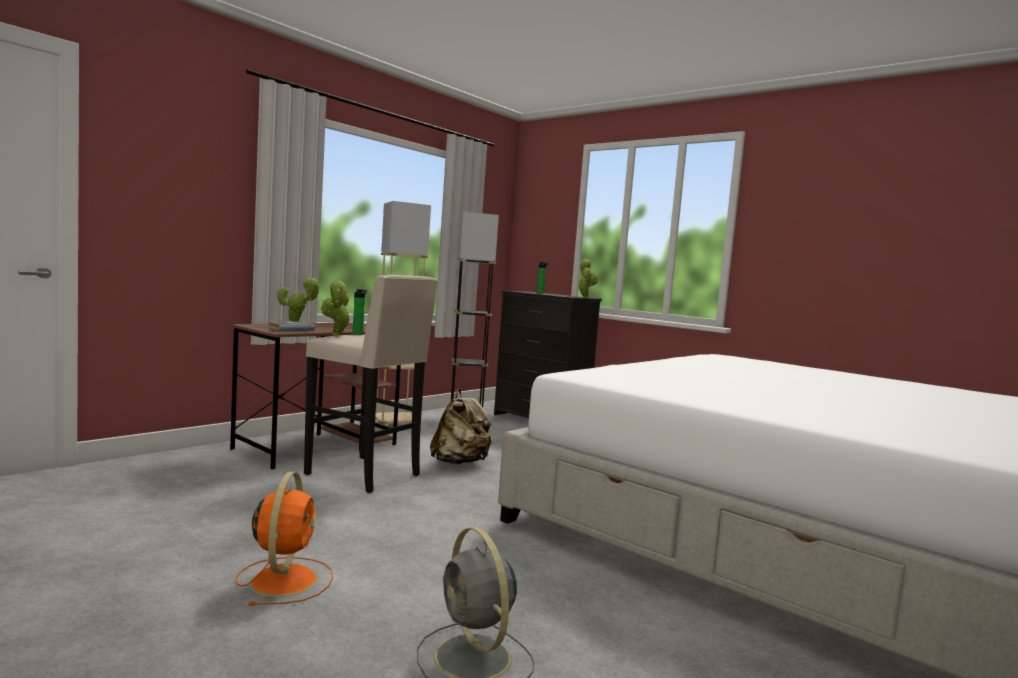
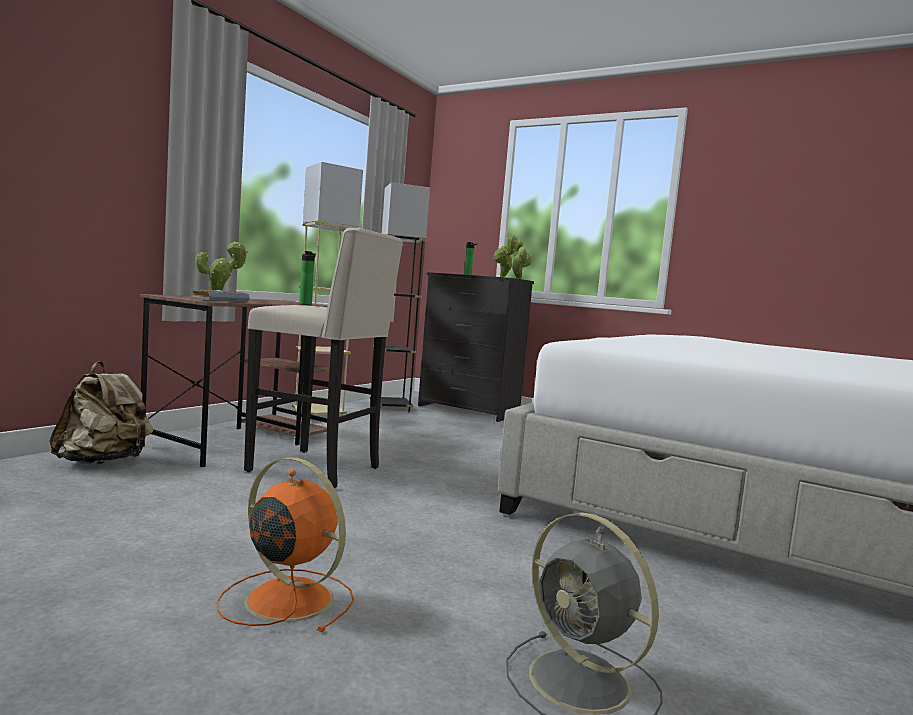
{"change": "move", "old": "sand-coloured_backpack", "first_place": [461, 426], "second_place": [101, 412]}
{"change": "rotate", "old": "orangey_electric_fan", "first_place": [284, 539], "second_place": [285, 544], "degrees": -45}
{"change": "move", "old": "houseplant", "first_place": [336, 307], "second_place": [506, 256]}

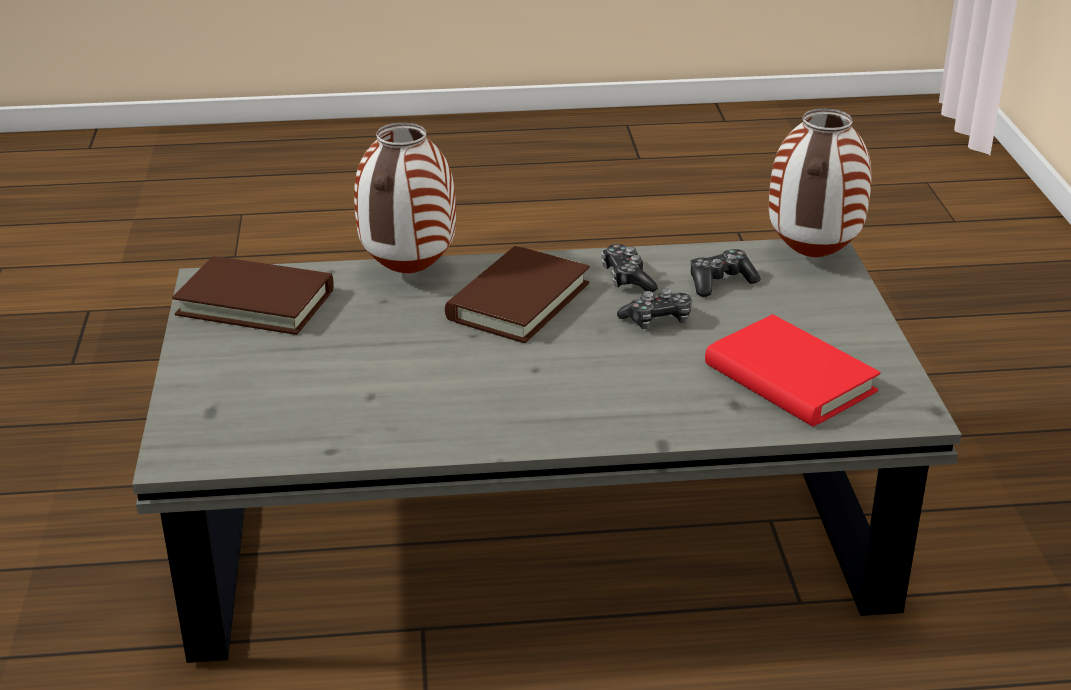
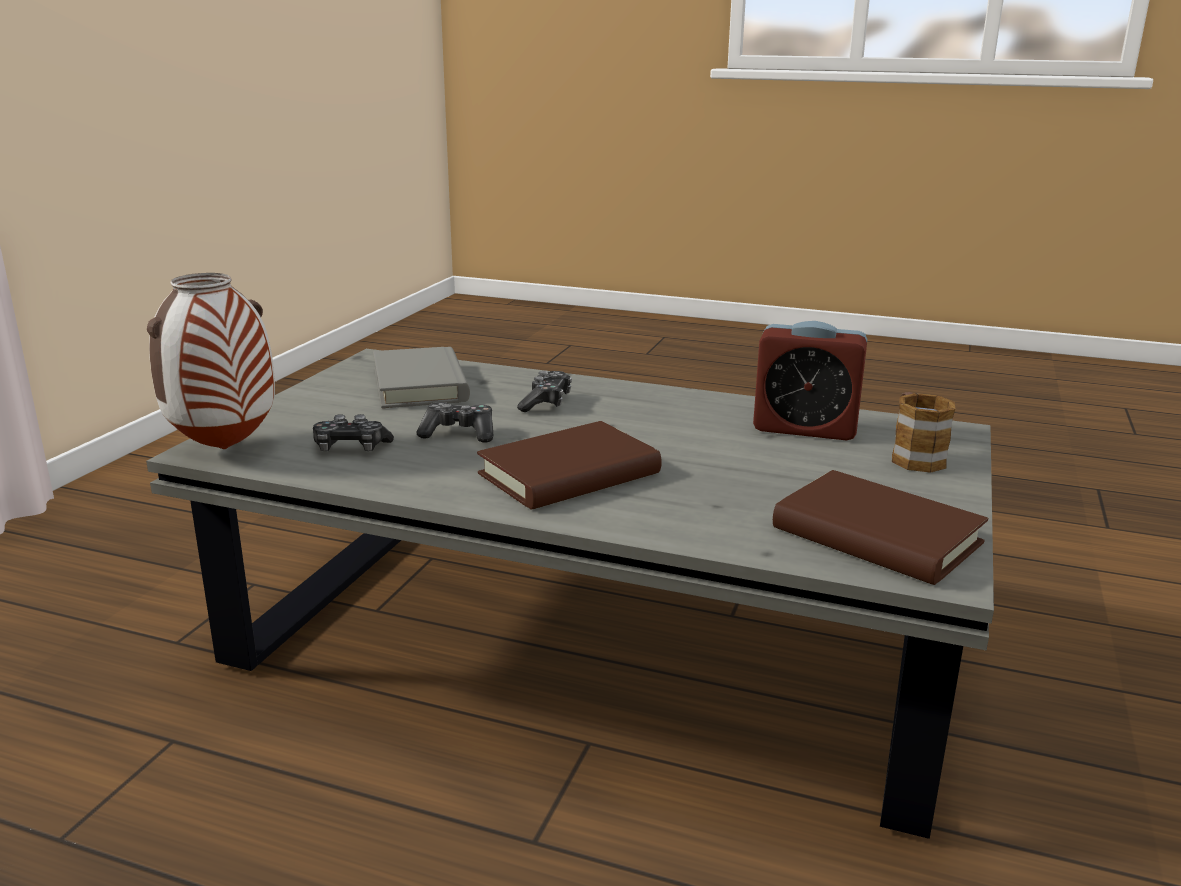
{"change": "recolor", "old": "reddish_book", "new": "grey_book", "first_place": [793, 370], "second_place": [421, 377]}
{"change": "move", "old": "gamepad", "first_place": [629, 268], "second_place": [544, 391]}
{"change": "insert", "new": "bedside_clock", "second_place": [810, 380]}
{"change": "insert", "new": "tea_mug", "second_place": [923, 432]}
{"change": "delete", "old": "decorative_vase", "first_place": [405, 197]}

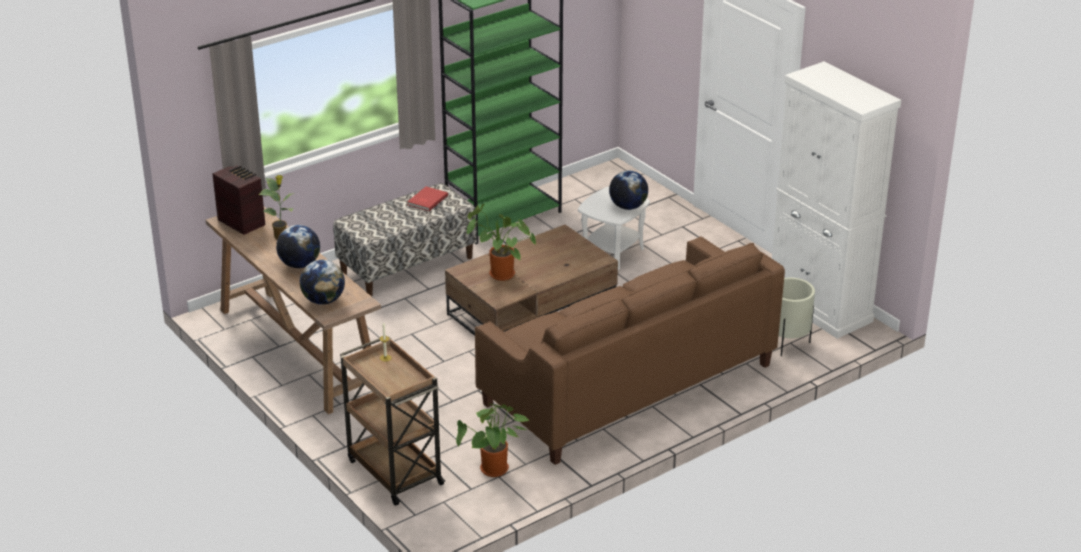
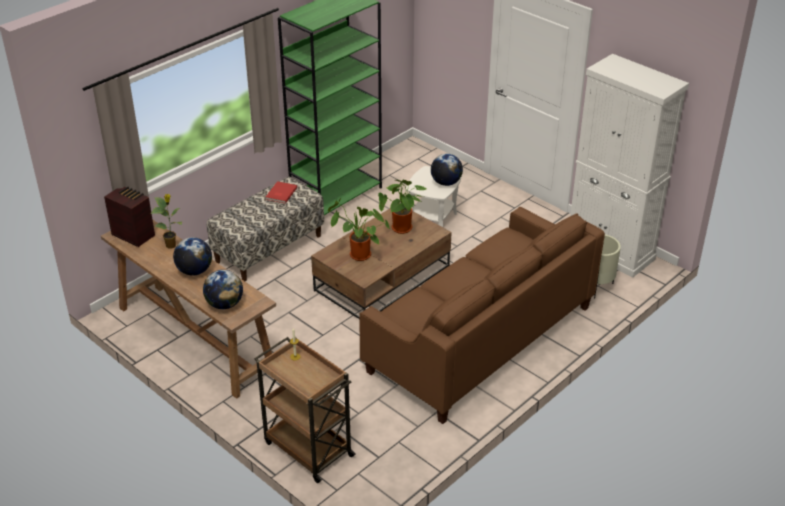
{"change": "move", "old": "houseplant", "first_place": [493, 440], "second_place": [402, 206]}

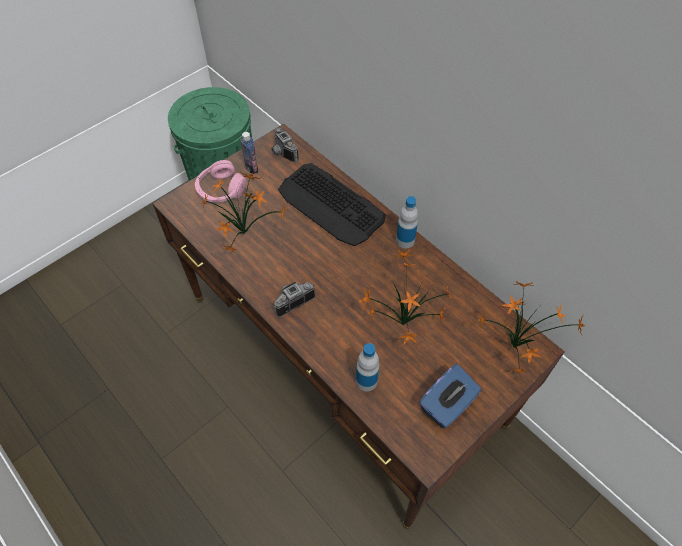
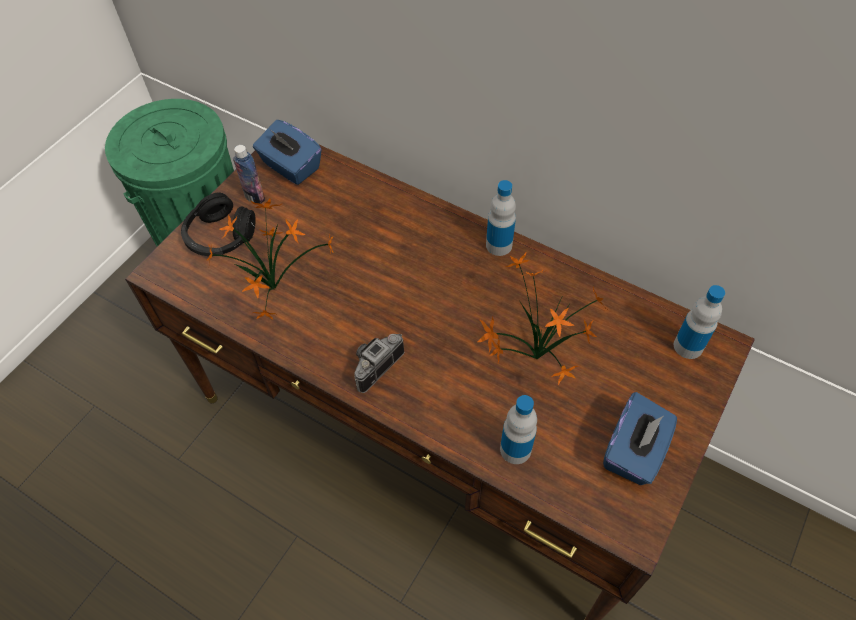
{"change": "recolor", "old": "pink-coloured_pair_of_headphones", "new": "black_pair_of_headphones", "first_place": [221, 181], "second_place": [218, 224]}
{"change": "replace", "old": "photo_camera", "new": "bluish_box_of_tissues", "first_place": [285, 145], "second_place": [287, 152]}
{"change": "replace", "old": "houseplant", "new": "drink_bottle", "first_place": [531, 328], "second_place": [699, 322]}
{"change": "delete", "old": "keyboard", "first_place": [332, 204]}

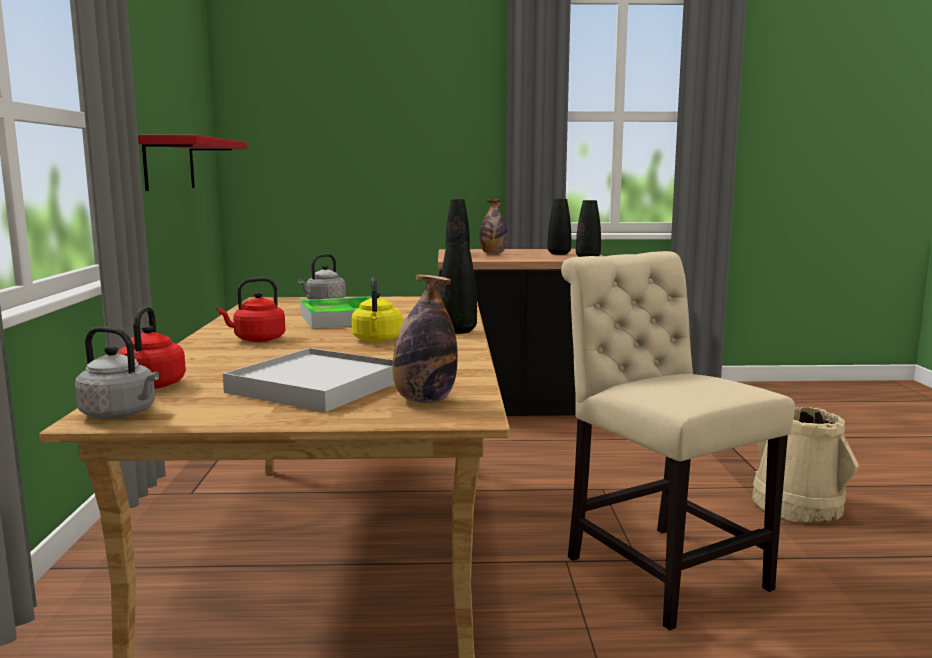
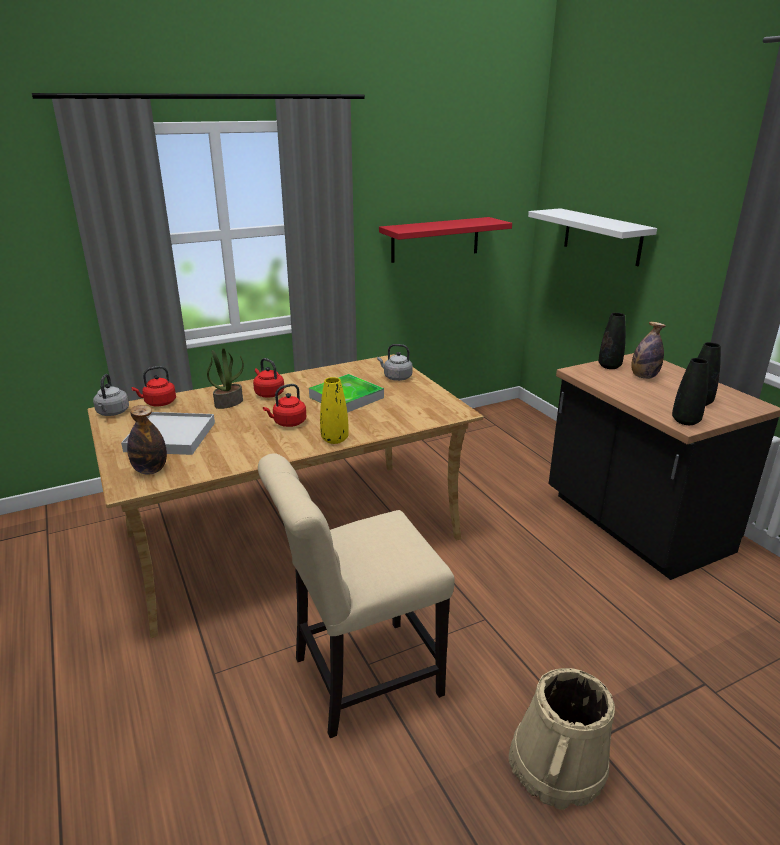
{"change": "insert", "new": "houseplant", "second_place": [225, 378]}
{"change": "rotate", "old": "sand-coloured_chair", "first_place": [678, 440], "second_place": [356, 595], "degrees": -150}
{"change": "recolor", "old": "yellow-coloured_water_kettle", "new": "reddish_water_kettle", "first_place": [377, 309], "second_place": [284, 405]}
{"change": "recolor", "old": "black_decorative_vase", "new": "yellow-coloured_decorative_vase", "first_place": [458, 288], "second_place": [334, 410]}
{"change": "insert", "new": "whitish_bracket_shelf", "second_place": [592, 237]}

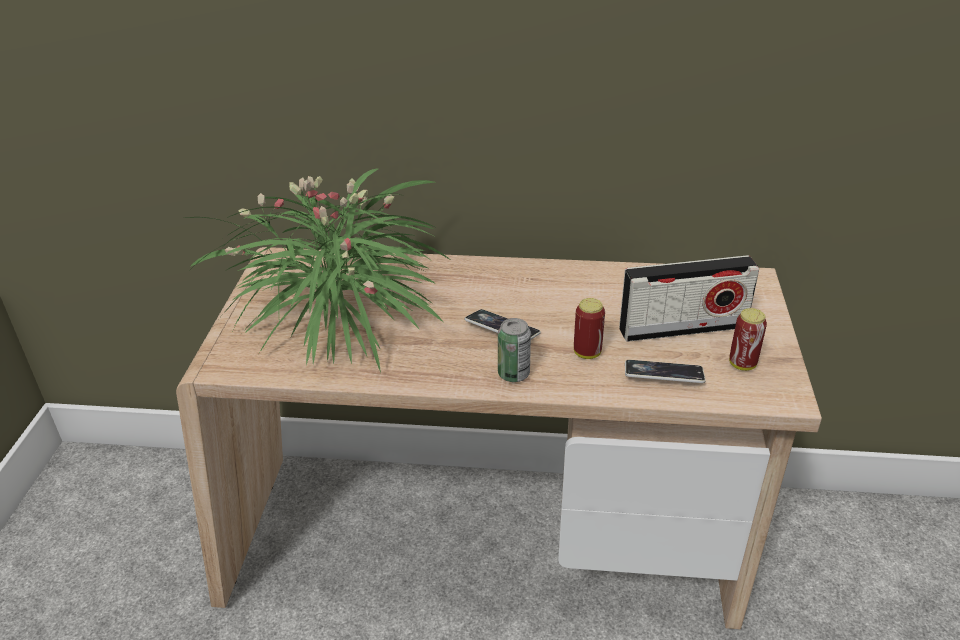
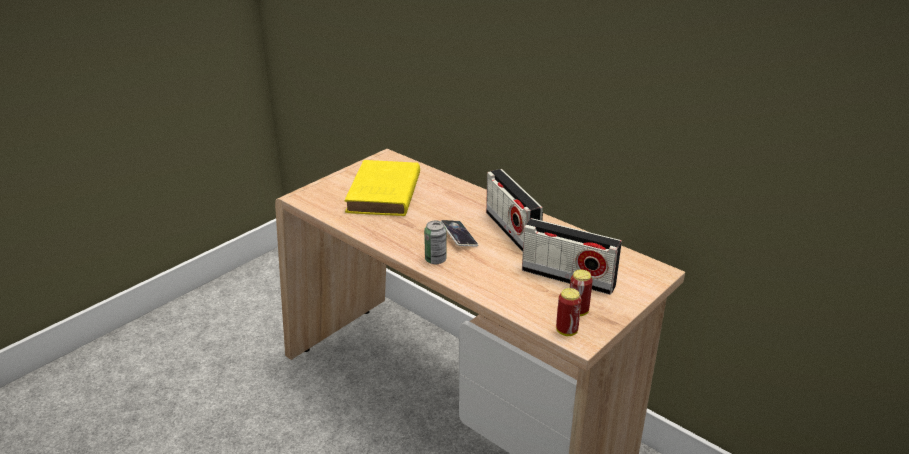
{"change": "replace", "old": "houseplant", "new": "yellow-coloured_book", "first_place": [317, 271], "second_place": [382, 188]}
{"change": "insert", "new": "radio", "second_place": [514, 210]}
{"change": "move", "old": "can", "first_place": [589, 328], "second_place": [569, 312]}
{"change": "delete", "old": "telephone", "first_place": [665, 371]}

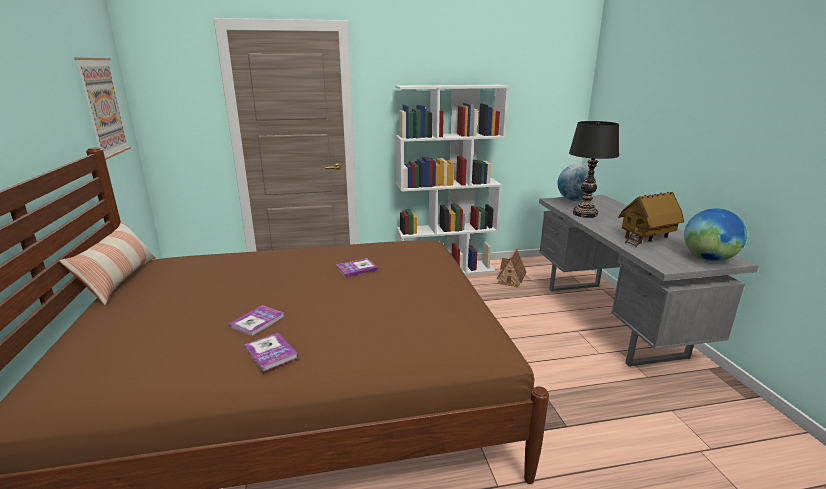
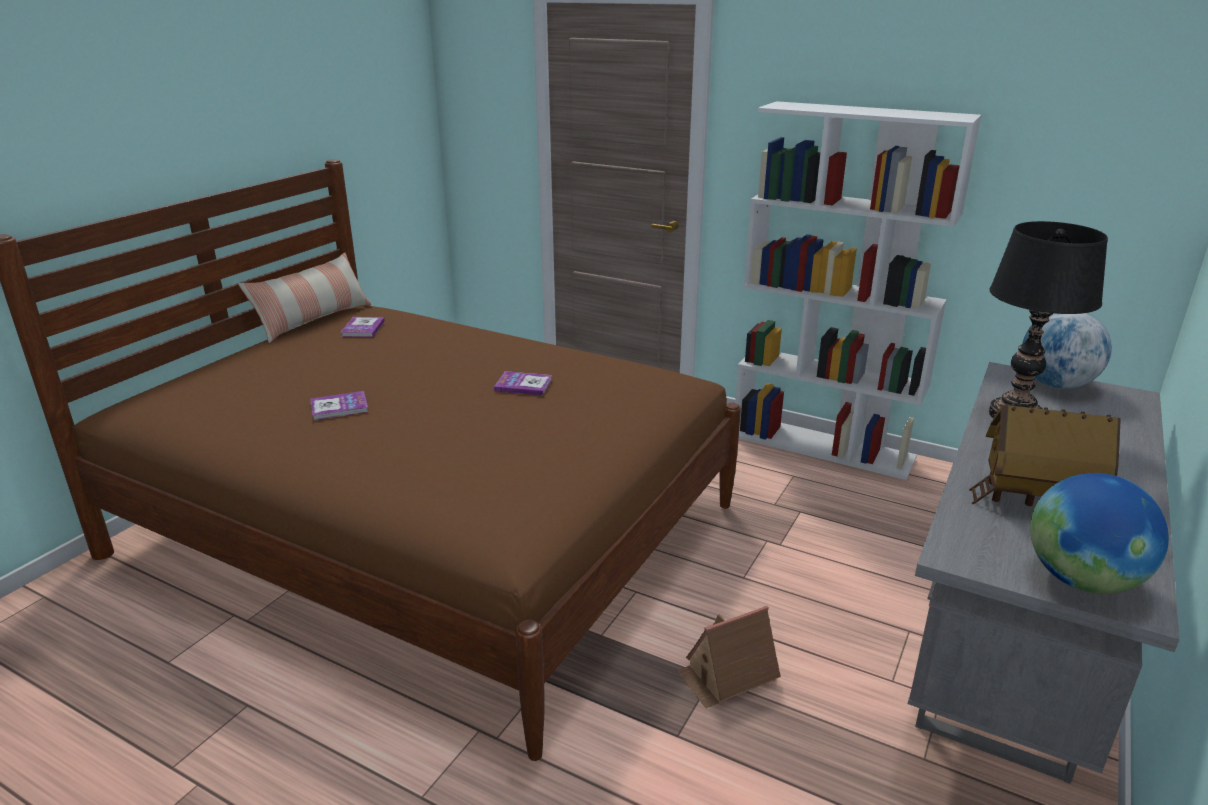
{"change": "move", "old": "book", "first_place": [271, 352], "second_place": [363, 327]}
{"change": "move", "old": "toy_house", "first_place": [511, 268], "second_place": [728, 657]}
{"change": "delete", "old": "picture", "first_place": [102, 109]}

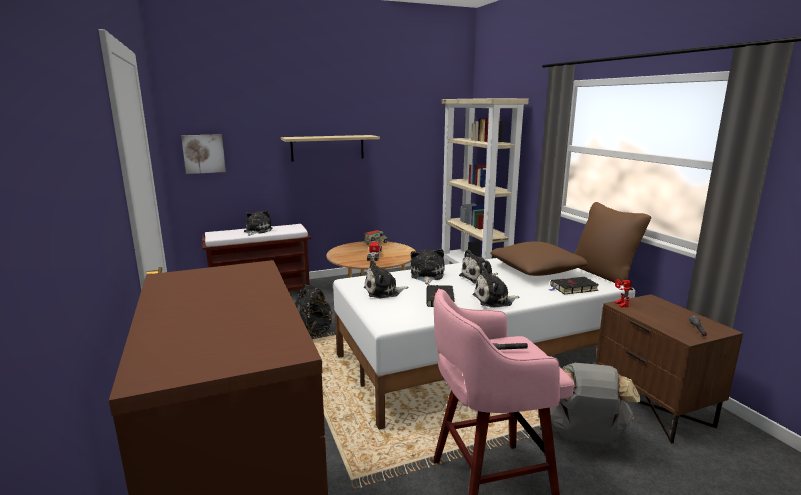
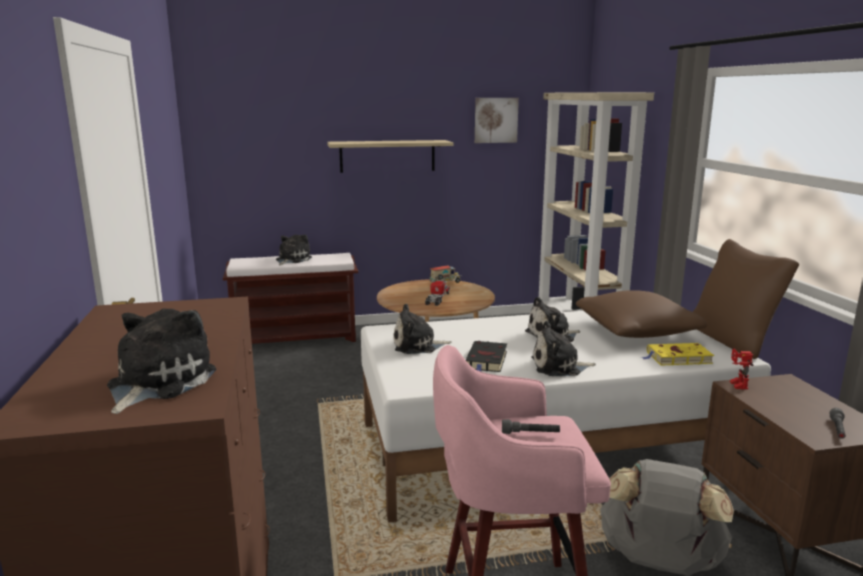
{"change": "move", "old": "plush_toy", "first_place": [428, 267], "second_place": [161, 361]}
{"change": "move", "old": "picture", "first_place": [203, 154], "second_place": [497, 120]}
{"change": "recolor", "old": "black_book", "new": "yellow-coloured_book", "first_place": [574, 285], "second_place": [677, 354]}
{"change": "delete", "old": "black_backpack", "first_place": [313, 309]}

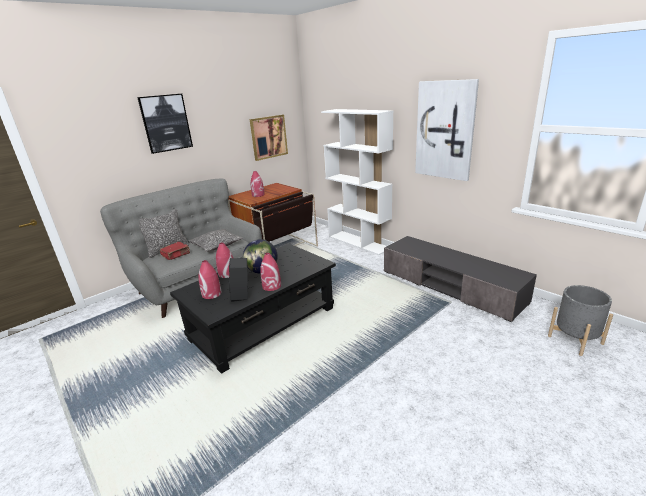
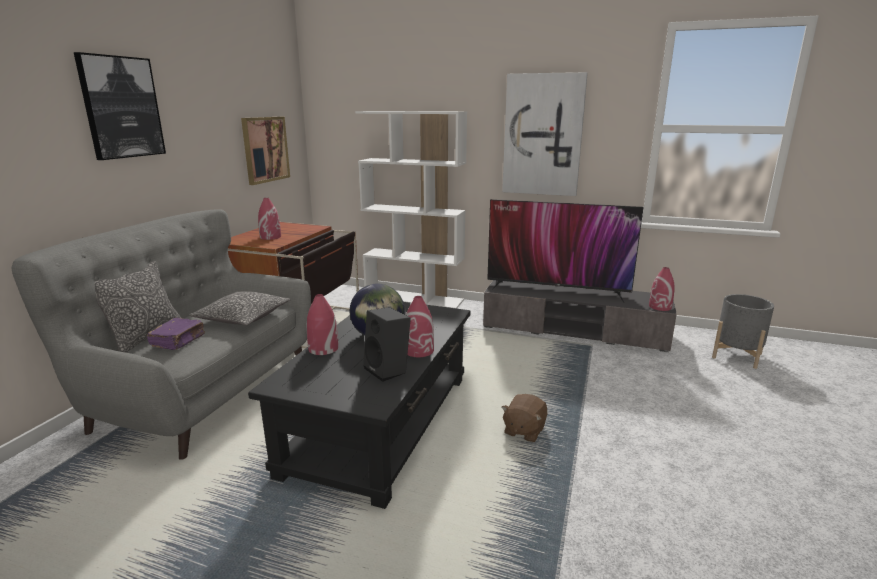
{"change": "recolor", "old": "reddish_book", "new": "purplish_book", "first_place": [175, 251], "second_place": [176, 334]}
{"change": "insert", "new": "TV", "second_place": [565, 251]}
{"change": "insert", "new": "brownish_plush_toy", "second_place": [524, 418]}
{"change": "move", "old": "reddish_decorative_vase", "first_place": [209, 279], "second_place": [662, 289]}

